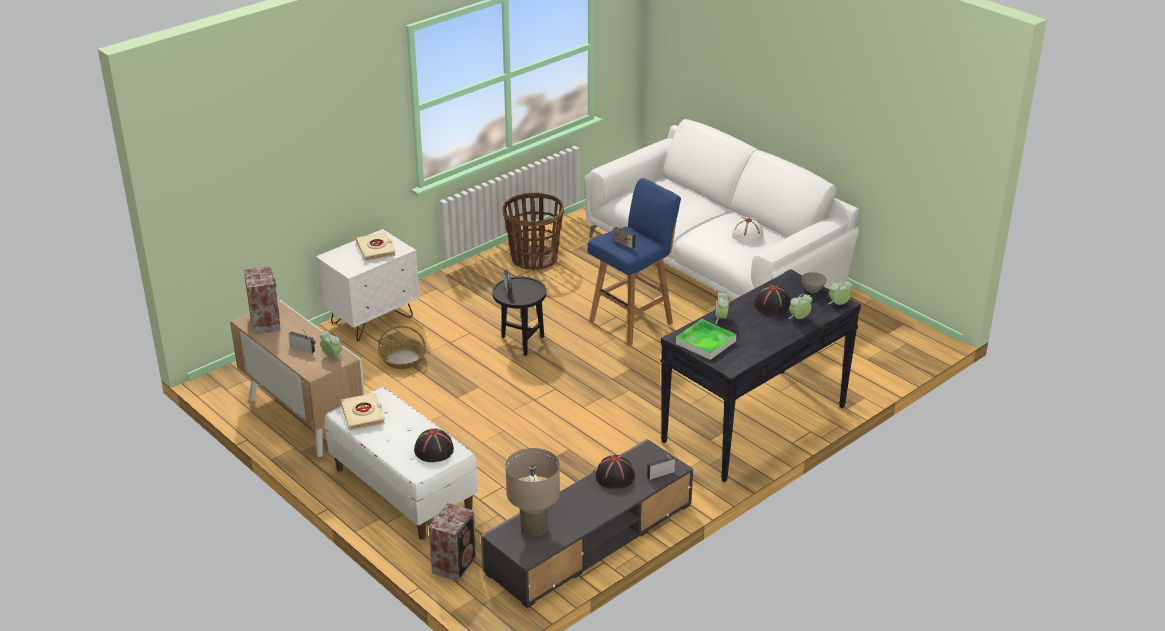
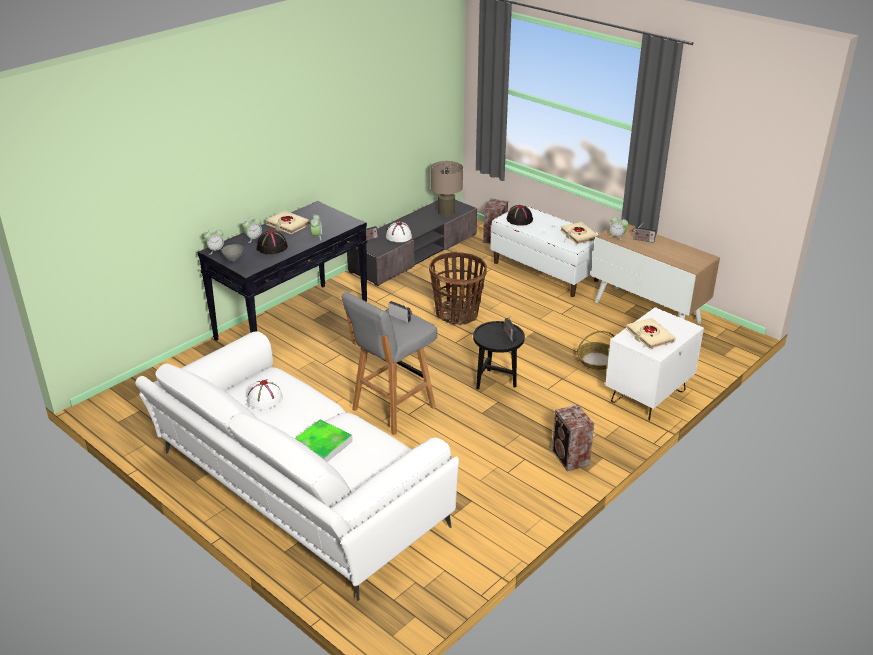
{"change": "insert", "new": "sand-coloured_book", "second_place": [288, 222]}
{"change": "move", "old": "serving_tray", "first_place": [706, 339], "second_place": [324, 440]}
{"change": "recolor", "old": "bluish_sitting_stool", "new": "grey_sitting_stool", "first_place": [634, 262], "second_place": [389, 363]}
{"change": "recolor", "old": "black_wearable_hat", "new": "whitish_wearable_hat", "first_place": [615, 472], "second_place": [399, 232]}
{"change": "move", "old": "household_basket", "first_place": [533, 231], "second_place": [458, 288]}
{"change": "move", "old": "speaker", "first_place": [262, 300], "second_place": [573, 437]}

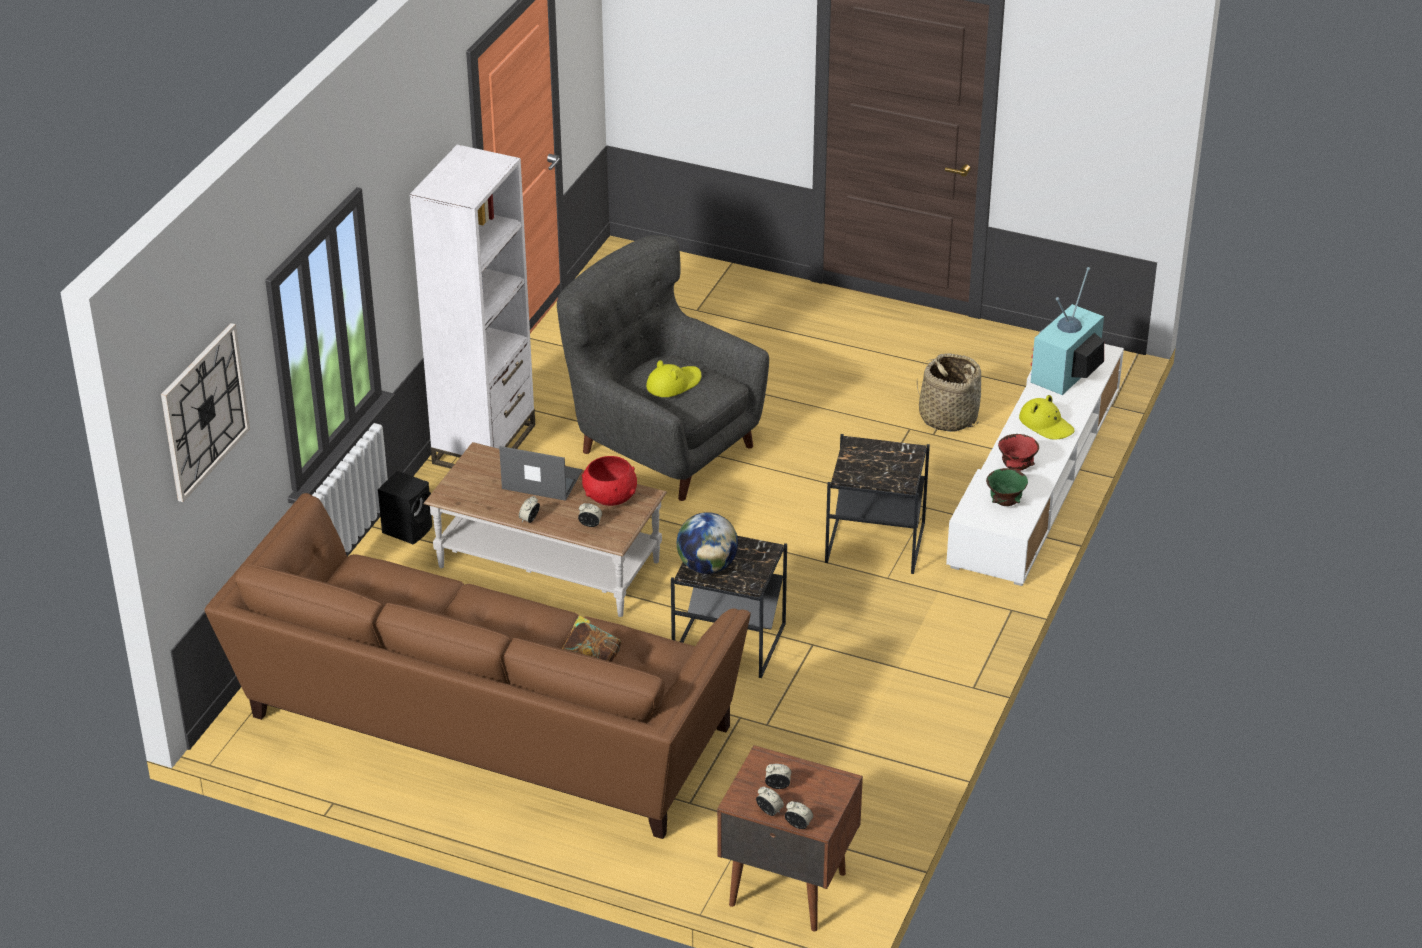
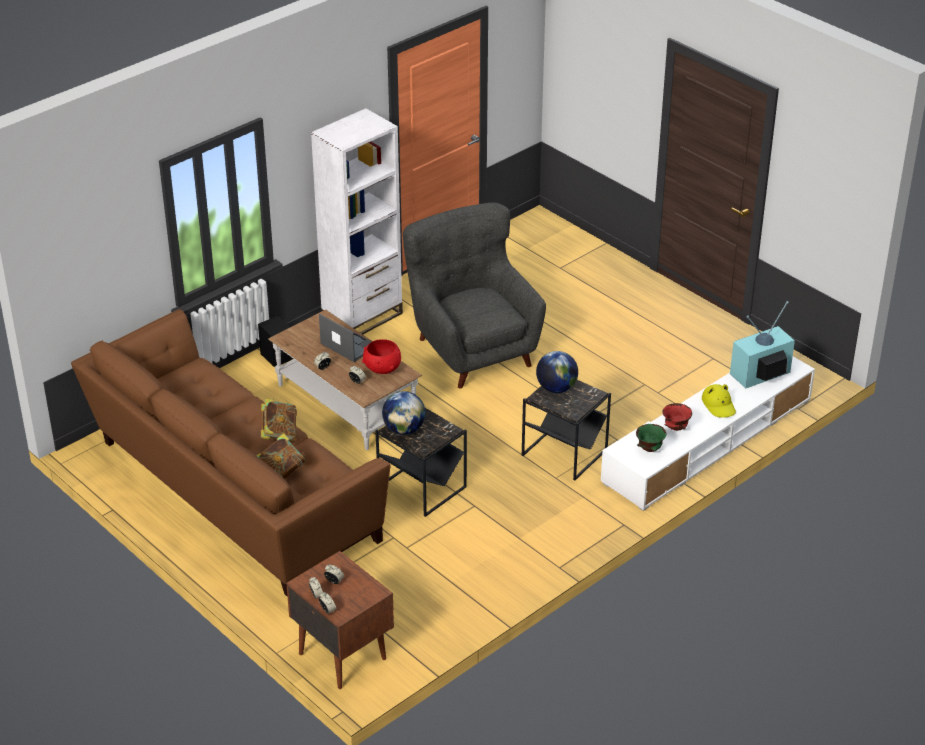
{"change": "insert", "new": "book", "second_place": [279, 420]}
{"change": "insert", "new": "desk_globe", "second_place": [557, 372]}
{"change": "delete", "old": "clock_on_the_wall", "first_place": [205, 412]}
{"change": "delete", "old": "yellow-coloured_wearable_hat", "first_place": [673, 378]}
{"change": "delete", "old": "household_basket", "first_place": [949, 392]}

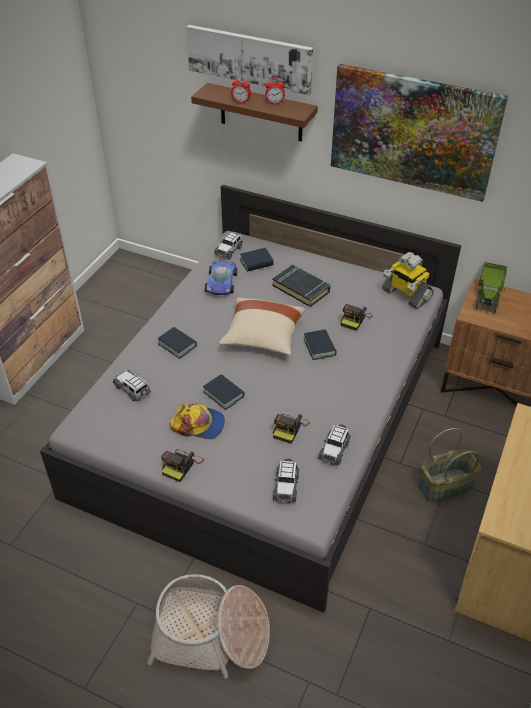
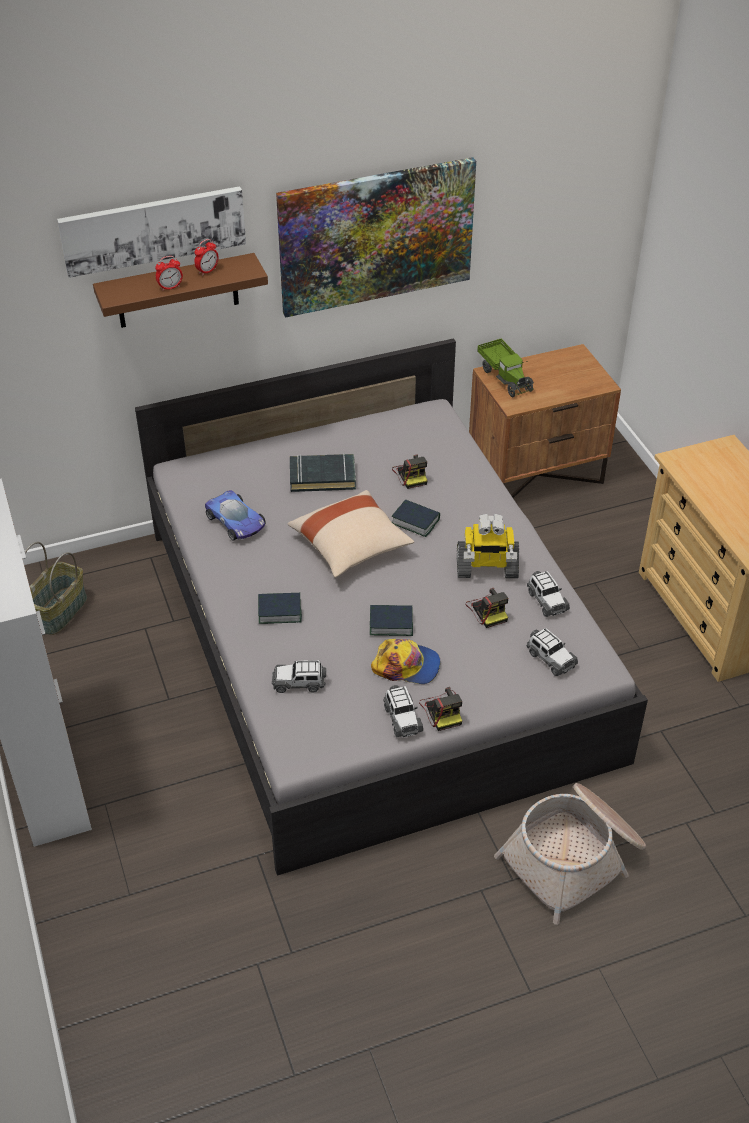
{"change": "move", "old": "household_basket", "first_place": [450, 465], "second_place": [56, 588]}
{"change": "rotate", "old": "cap", "first_place": [197, 421], "second_place": [405, 661], "degrees": 45}
{"change": "move", "old": "model_car", "first_place": [228, 245], "second_place": [403, 711]}
{"change": "move", "old": "toy_robot", "first_place": [408, 280], "second_place": [488, 545]}
{"change": "delete", "old": "book", "first_place": [257, 260]}

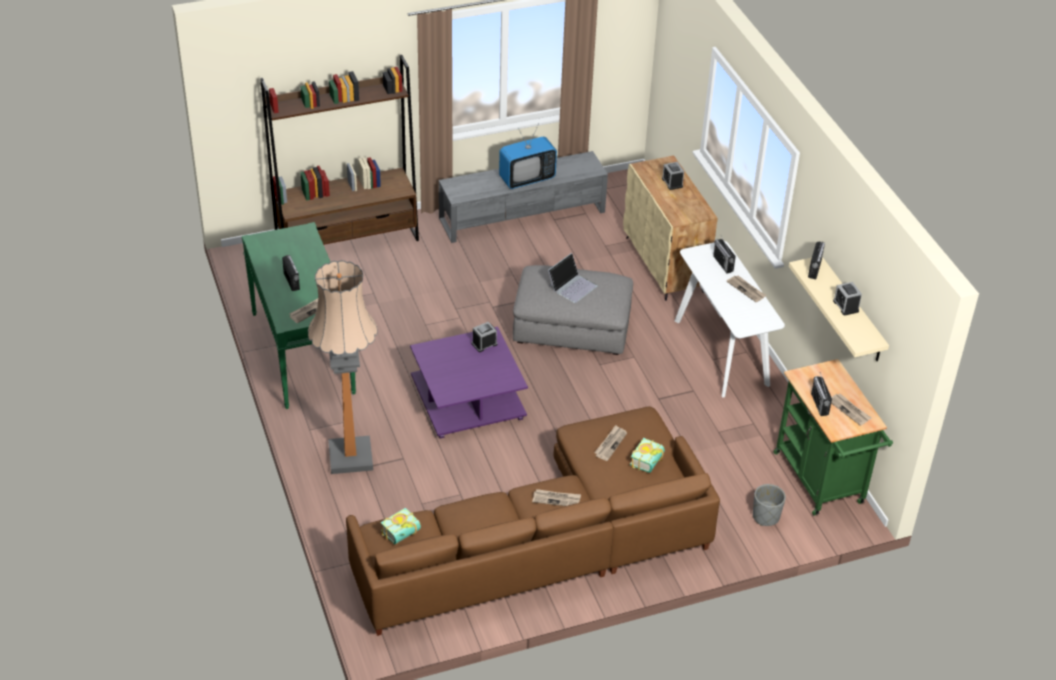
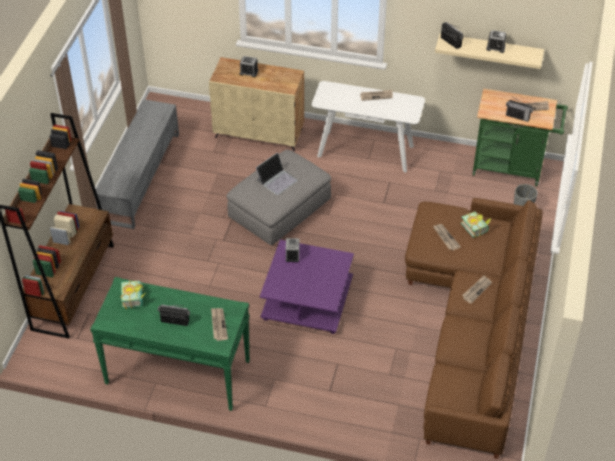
{"change": "move", "old": "book", "first_place": [401, 526], "second_place": [133, 294]}
{"change": "rotate", "old": "laptop", "first_place": [572, 278], "second_place": [277, 174], "degrees": 60}
{"change": "delete", "old": "standard_lamp", "first_place": [343, 367]}
{"change": "delete", "old": "TV", "first_place": [528, 156]}
{"change": "delete", "old": "radio", "first_place": [724, 253]}

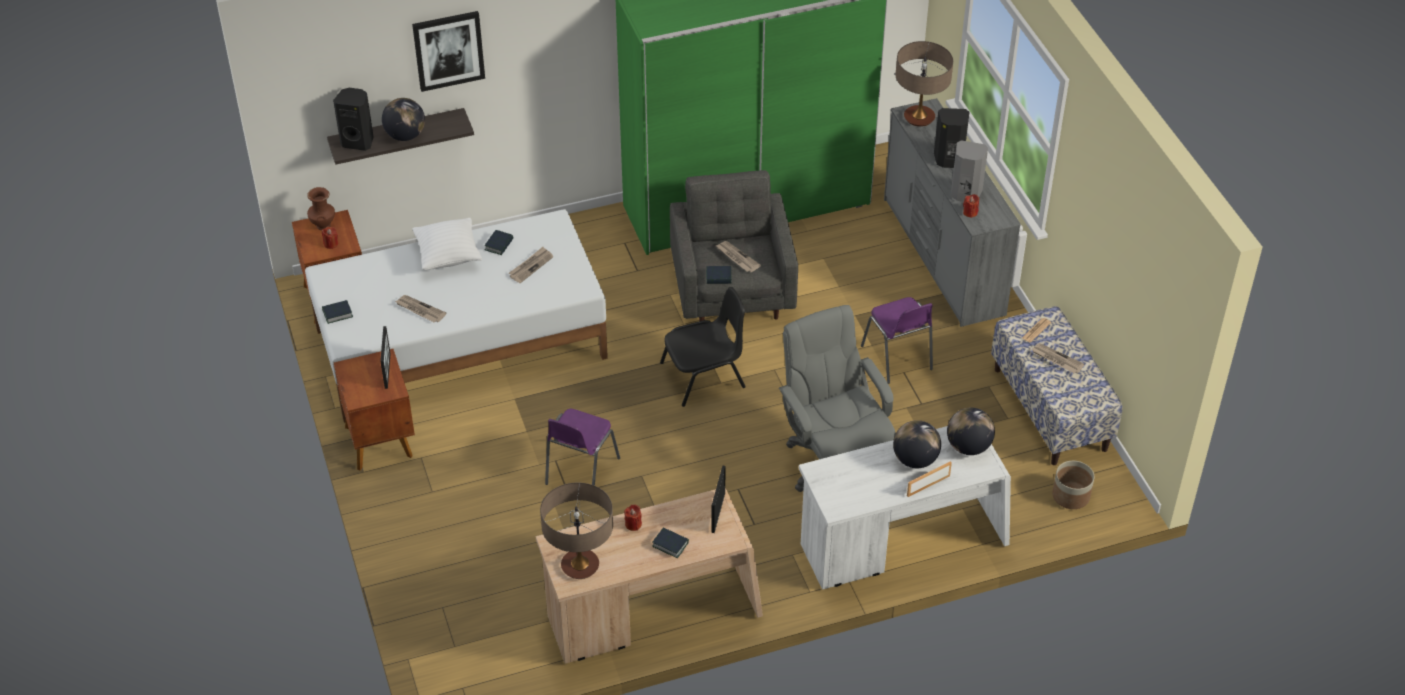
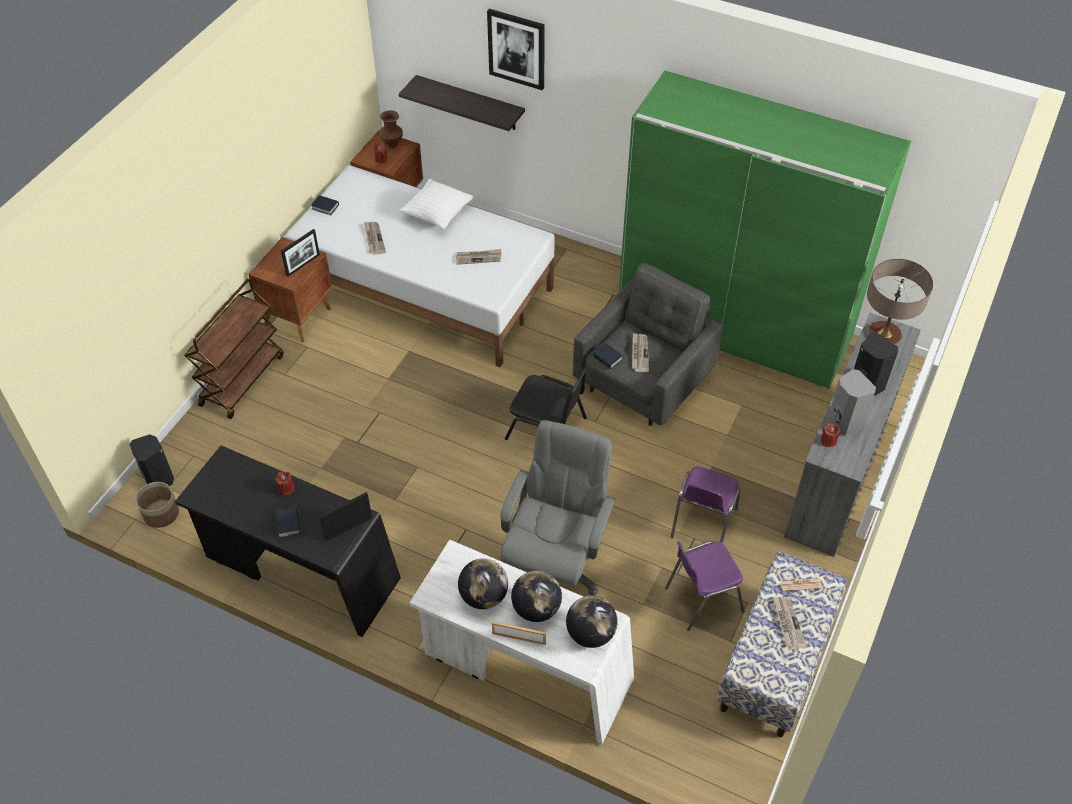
{"change": "move", "old": "black_speaker", "first_place": [353, 119], "second_place": [151, 460]}
{"change": "move", "old": "planter", "first_place": [1073, 485], "second_place": [157, 505]}
{"change": "recolor", "old": "sand-coloured_desk", "new": "black_desk", "first_place": [649, 576], "second_place": [288, 541]}
{"change": "insert", "new": "brownish_trolley", "second_place": [234, 349]}
{"change": "move", "old": "desk_globe", "first_place": [403, 119], "second_place": [483, 583]}
{"change": "move", "old": "purplish_chair", "first_place": [582, 447], "second_place": [704, 586]}
{"change": "delete", "old": "book", "first_place": [499, 242]}
{"change": "delete", "old": "table_lamp", "first_place": [576, 531]}

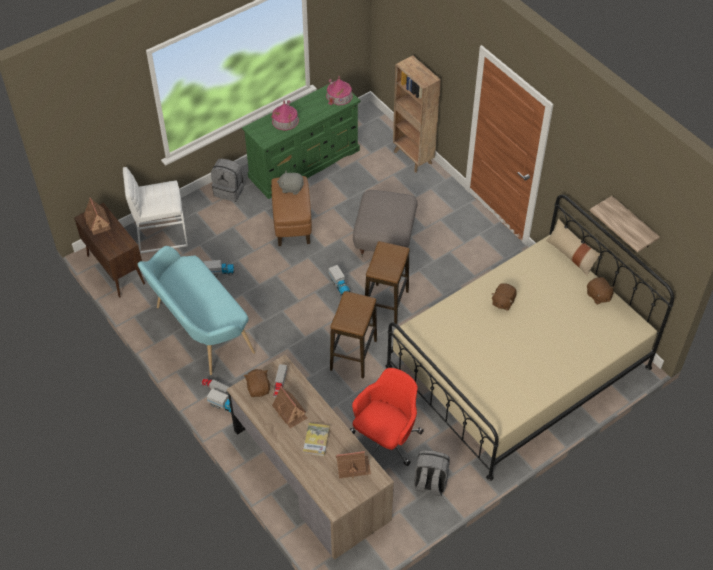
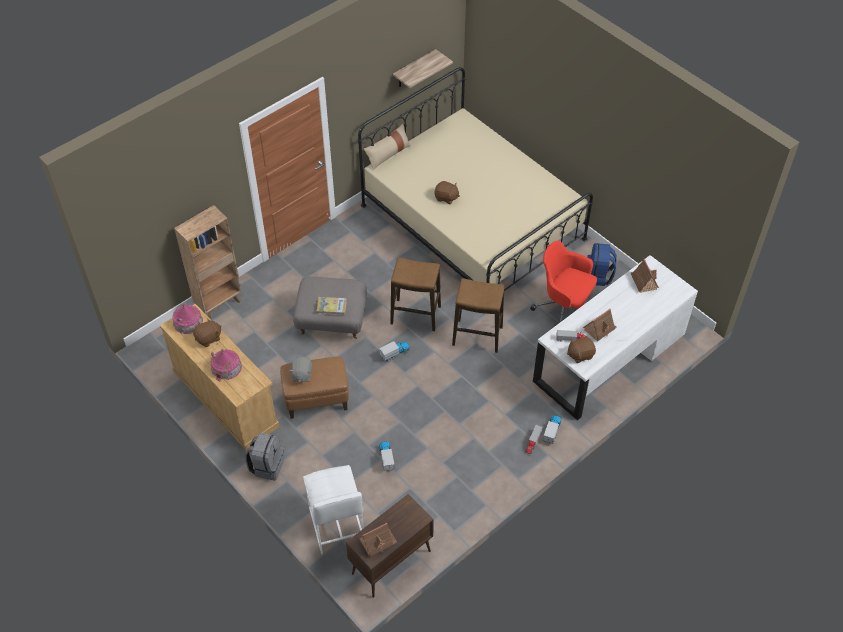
{"change": "recolor", "old": "green-coloured_drawer_chest", "new": "sand-coloured_drawer_chest", "first_place": [301, 141], "second_place": [220, 377]}
{"change": "move", "old": "brownish_plush_toy", "first_place": [601, 290], "second_place": [207, 333]}
{"change": "move", "old": "book", "first_place": [316, 439], "second_place": [332, 306]}
{"change": "recolor", "old": "brownish_desk", "new": "whitish_desk", "first_place": [310, 457], "second_place": [615, 337]}
{"change": "recolor", "old": "grey_backpack", "new": "bluish_backpack", "first_place": [432, 473], "second_place": [602, 264]}
{"change": "delete", "old": "blue-green_indoor_bench", "first_place": [196, 310]}

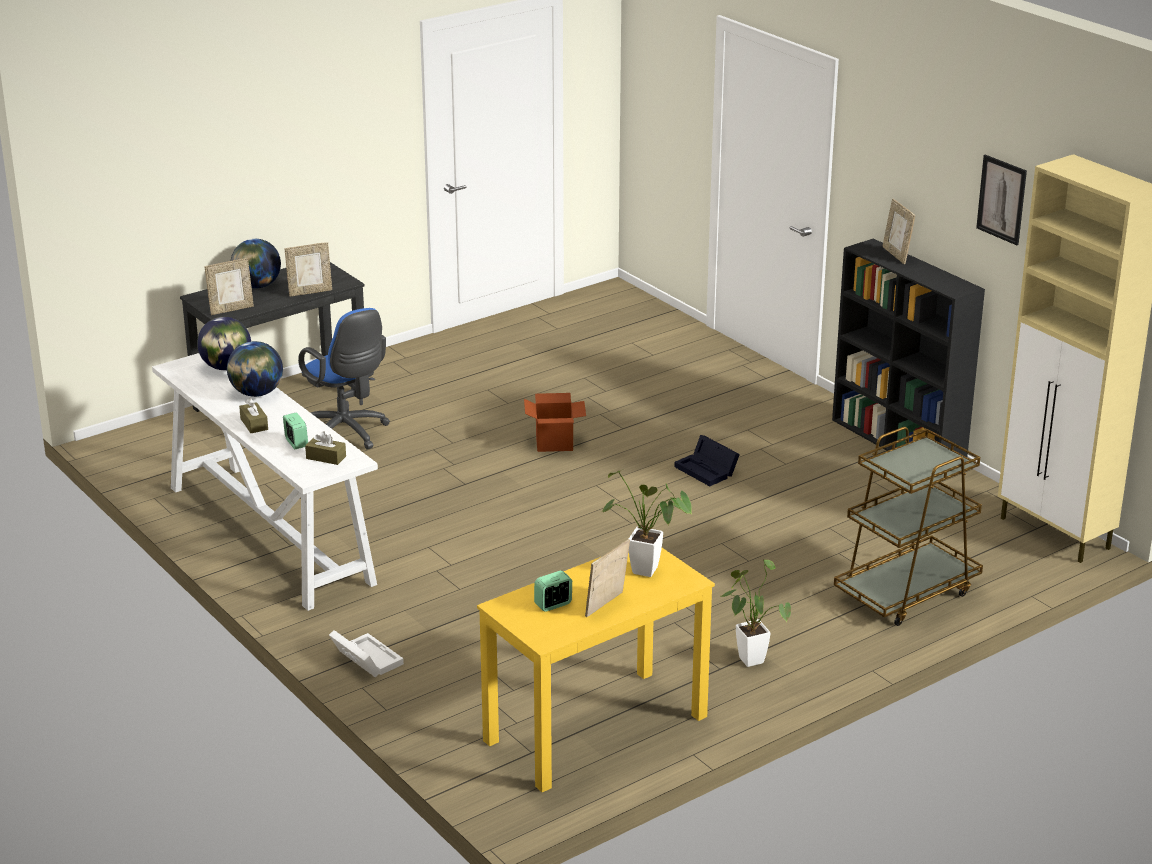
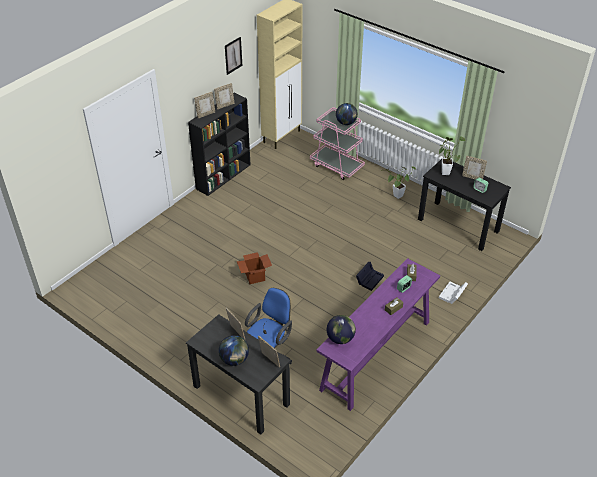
{"change": "insert", "new": "standing_frame", "second_place": [224, 96]}
{"change": "recolor", "old": "brownish_trolley", "new": "pink-coloured_trolley", "first_place": [908, 526], "second_place": [337, 143]}
{"change": "recolor", "old": "whitish_console_table", "new": "purplish_console_table", "first_place": [265, 482], "second_place": [378, 334]}
{"change": "move", "old": "desk_globe", "first_place": [255, 369], "second_place": [347, 114]}
{"change": "move", "old": "black_storage_box", "first_place": [707, 460], "second_place": [370, 276]}
{"change": "recolor", "old": "yellow-coloured_desk", "new": "black_desk", "first_place": [596, 670], "second_place": [464, 204]}

